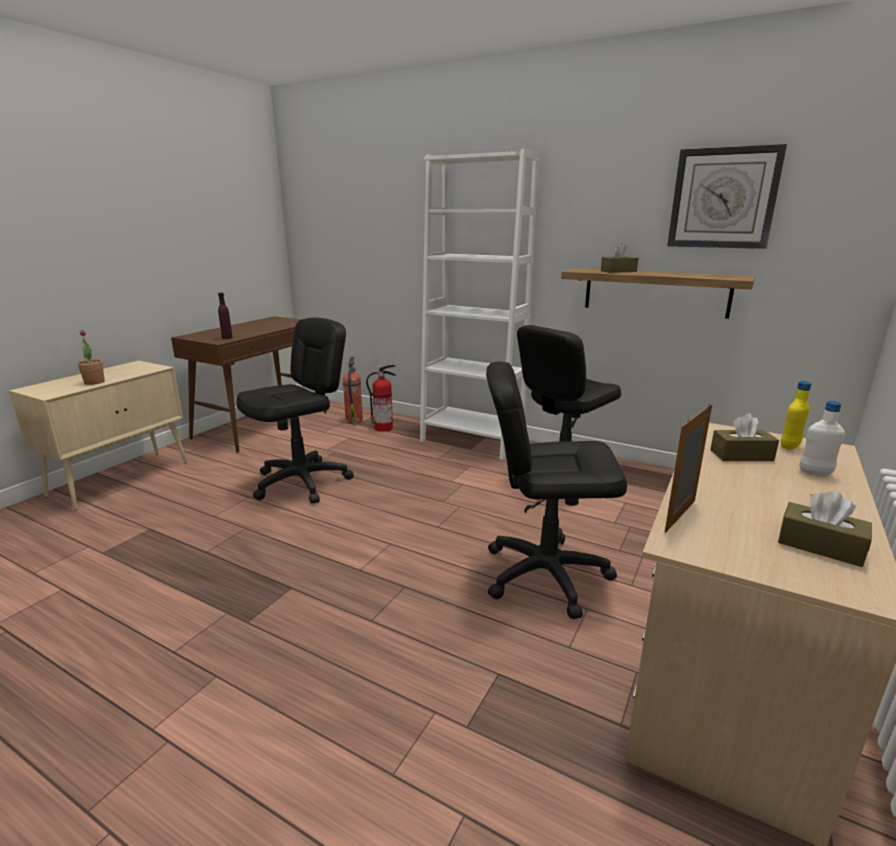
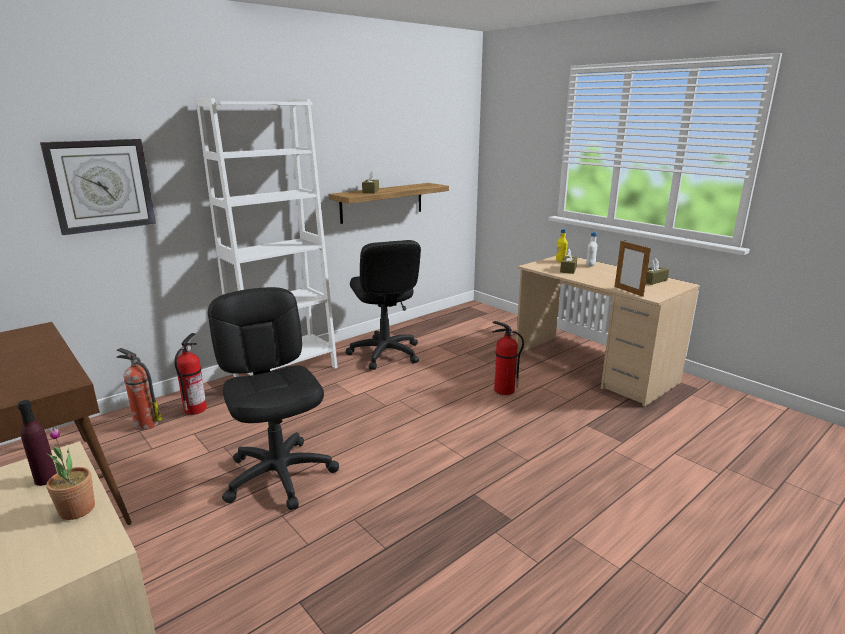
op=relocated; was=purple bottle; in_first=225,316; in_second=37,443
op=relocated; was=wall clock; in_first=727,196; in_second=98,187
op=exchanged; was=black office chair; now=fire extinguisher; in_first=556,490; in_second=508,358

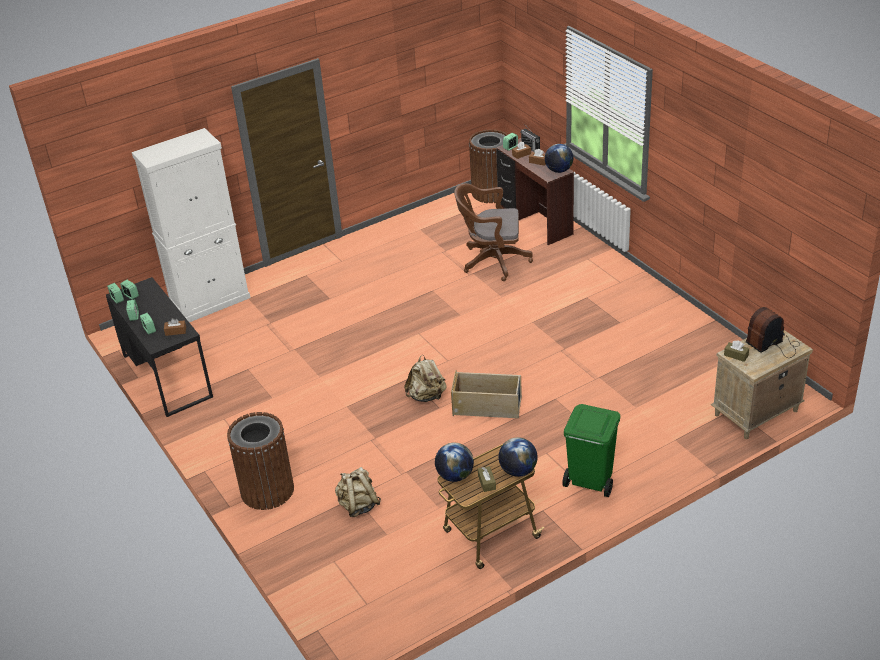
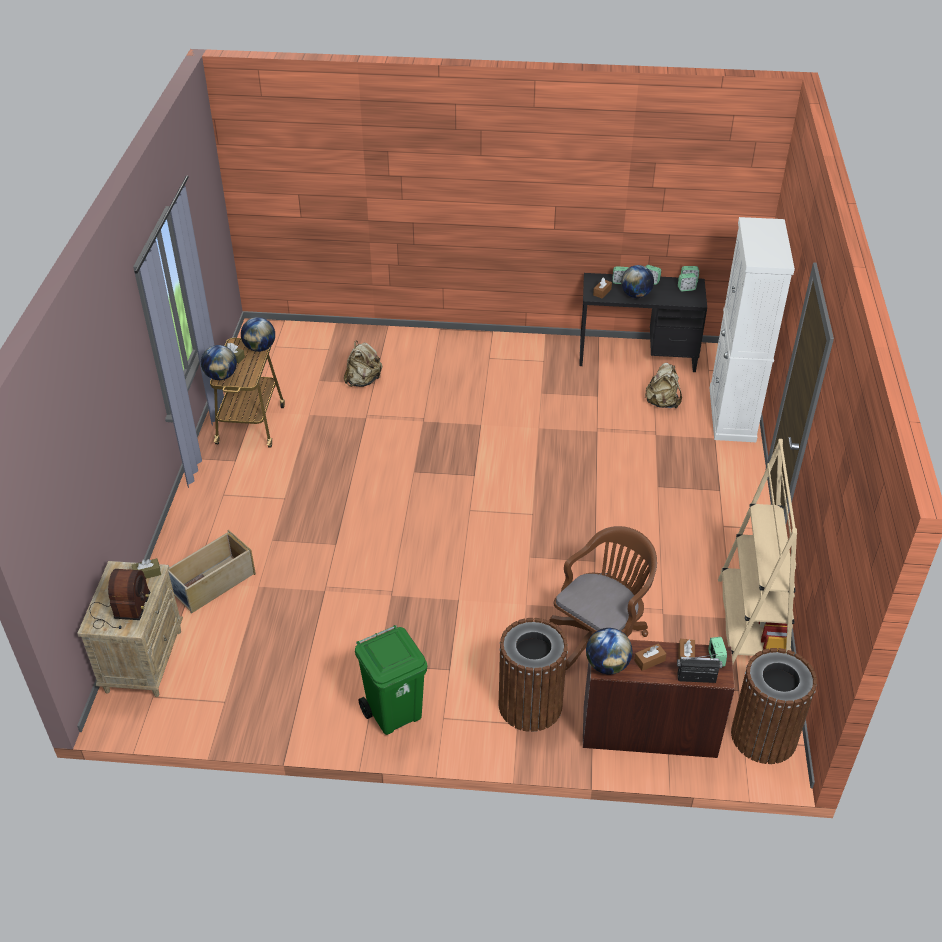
op=appeared; now=globe; in_second=637,281
op=appeared; now=beige bookcase; in_second=757,551
op=relocated; was=brown trash can; in_first=260,461; in_second=533,675
op=relocated; was=beige backpack; in_first=425,378; in_second=663,385
op=relocated; was=beige storage box; in_first=486,394; in_second=212,571
op=relocated; was=green trash can; in_first=591,450; in_second=391,680

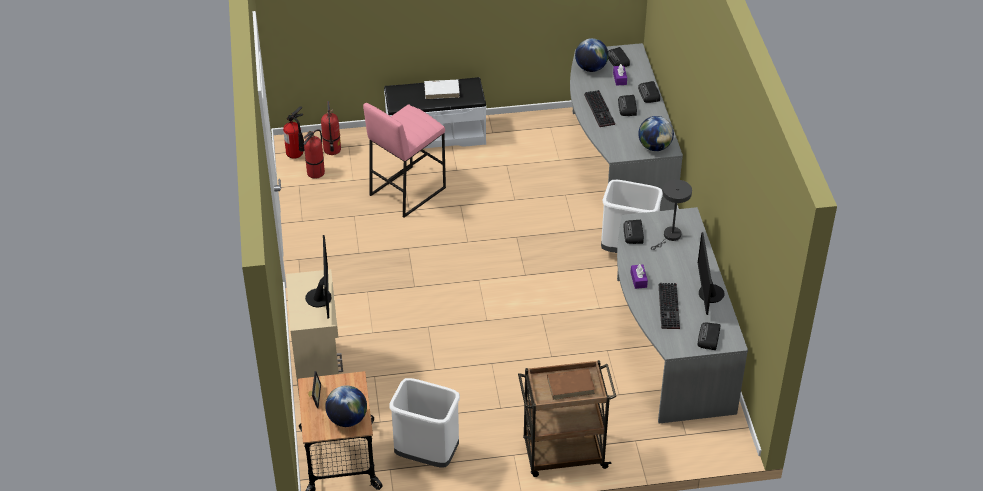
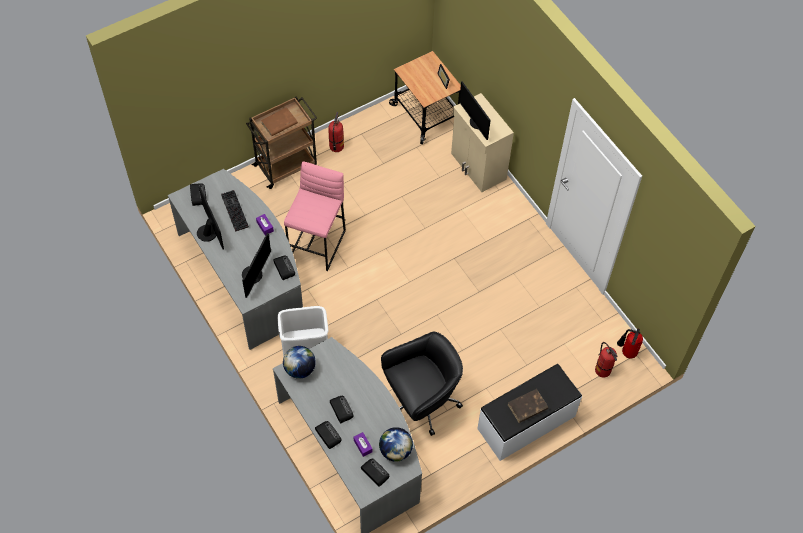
op=missing; was=globe; in_first=346,406
op=missing; was=white trash can; in_first=424,423
op=missing; was=keyboard; in_first=599,108
op=appeared; now=black office chair; in_second=422,384
op=relocated; was=fire extinguisher; in_first=314,154; in_second=336,132
op=relocated; was=pink stool; in_first=404,160; in_second=315,216
op=exchanged; was=grey table lamp; now=monitor; in_first=671,214; in_second=256,265
op=colour; was=white book; now=brown book; in_first=442,89; in_second=528,406

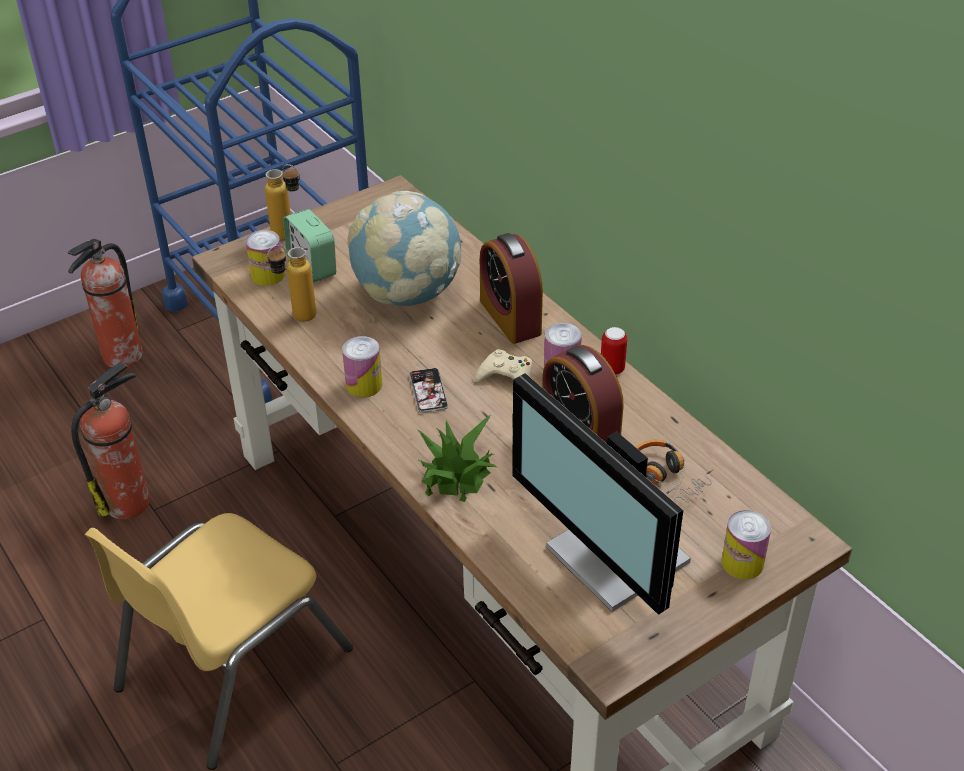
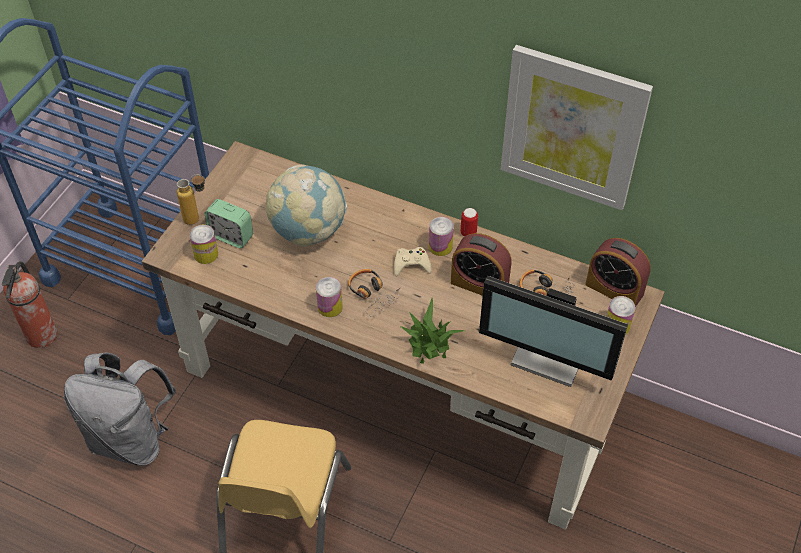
op=missing; was=bottle; in_first=291,283
op=appeared; now=picture; in_second=577,127
op=relocated; was=alarm clock; in_first=511,288; in_second=618,272
op=exchanged; was=fire extinguisher; now=grey backpack; in_first=110,440; in_second=120,408
op=exchanged; was=phone; now=headphones; in_first=429,390; in_second=374,292

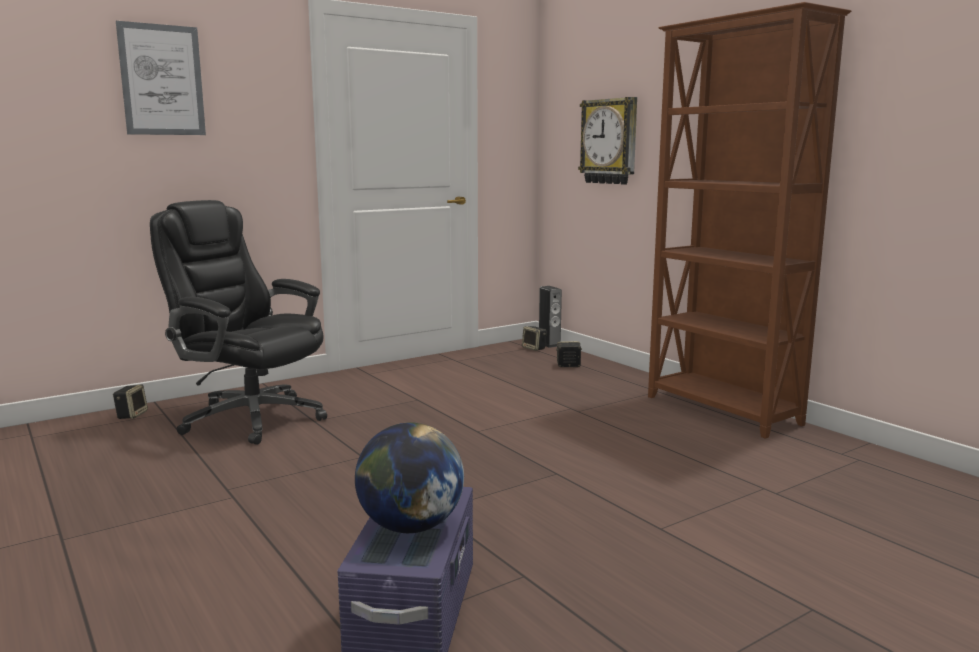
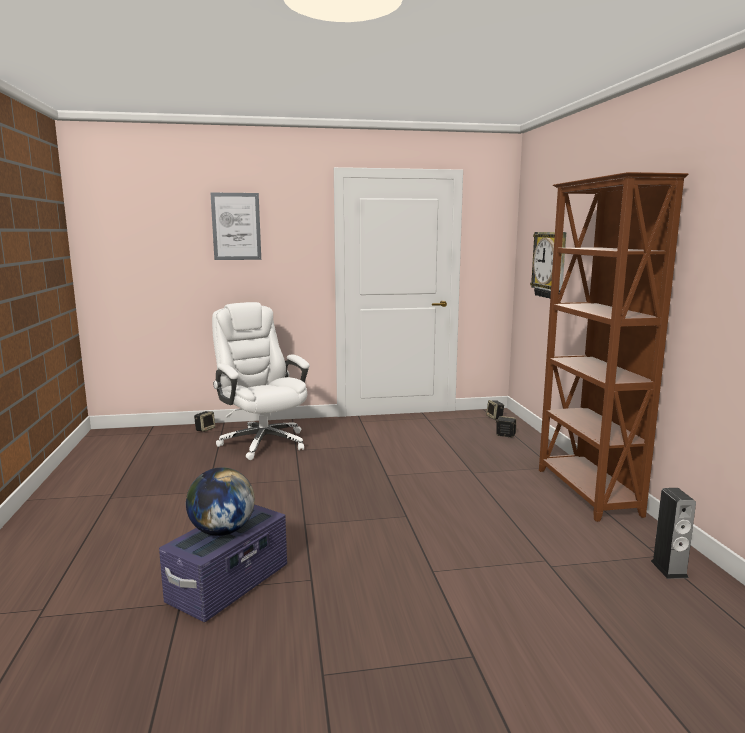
op=relocated; was=speaker; in_first=550,317; in_second=673,533
op=colour; was=black office chair; now=white office chair; in_first=238,322; in_second=261,381

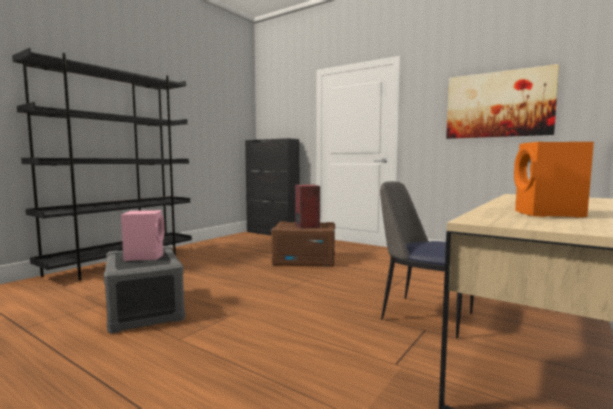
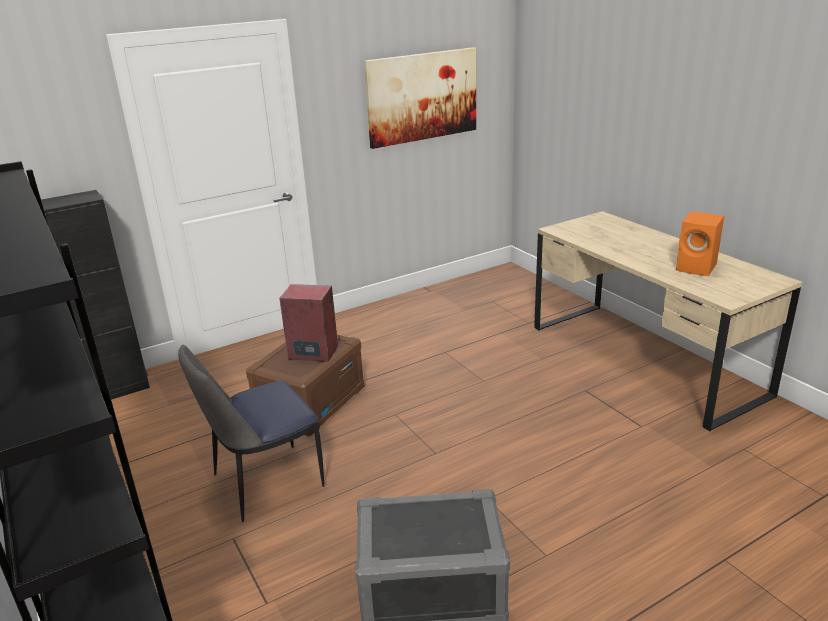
op=missing; was=pink speaker; in_first=143,235
op=relocated; was=chair; in_first=427,259; in_second=251,433

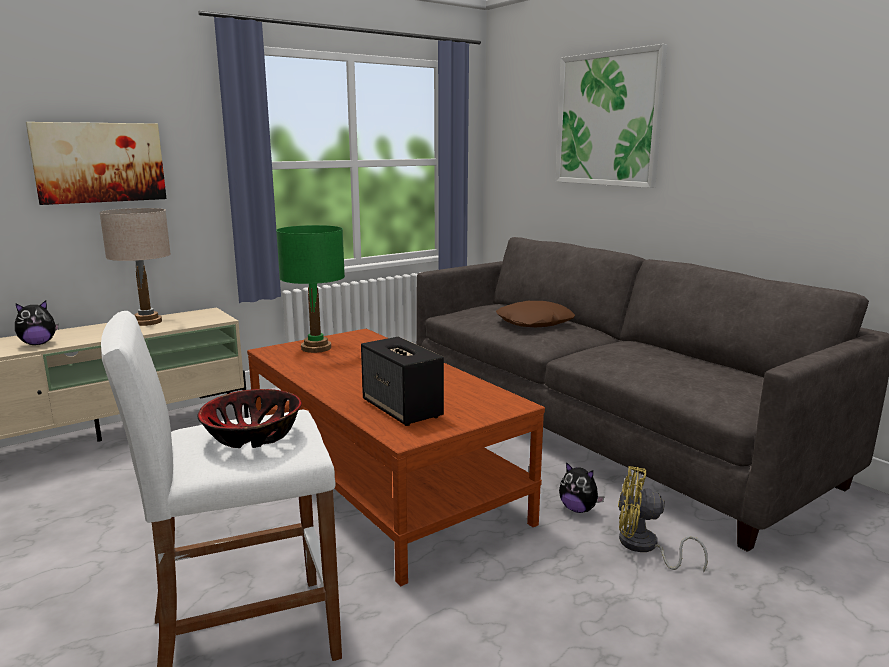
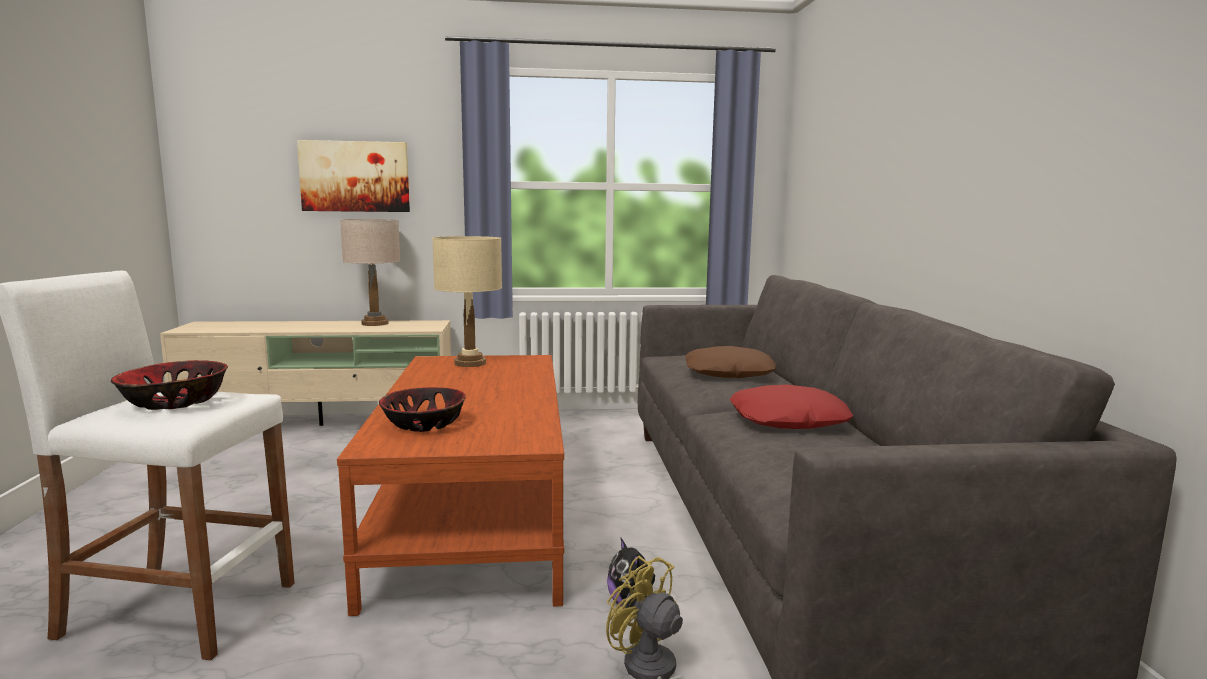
op=missing; was=plush toy; in_first=37,322
op=missing; was=picture; in_first=612,116
op=appeared; now=red pillow; in_second=791,406
op=exchanged; was=speaker; now=bowl; in_first=402,381; in_second=422,409
op=colour; was=green table lamp; now=beige table lamp; in_first=310,289; in_second=467,301

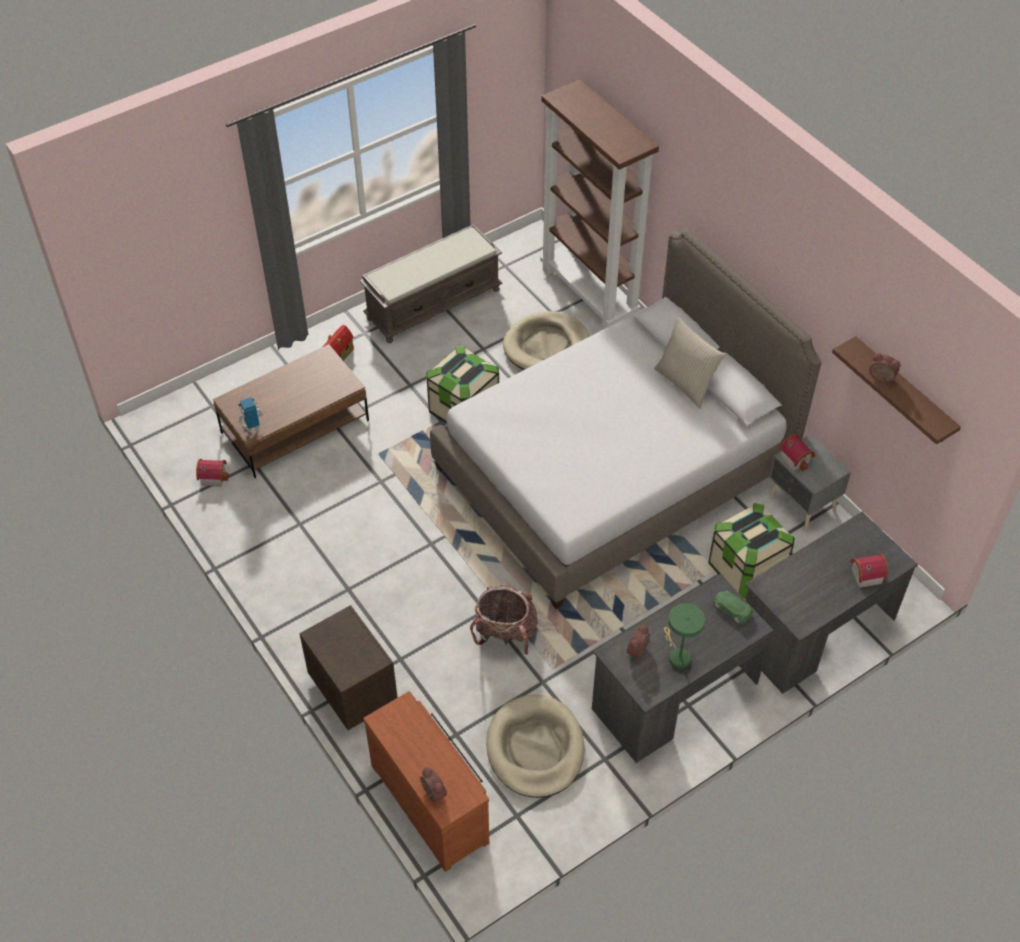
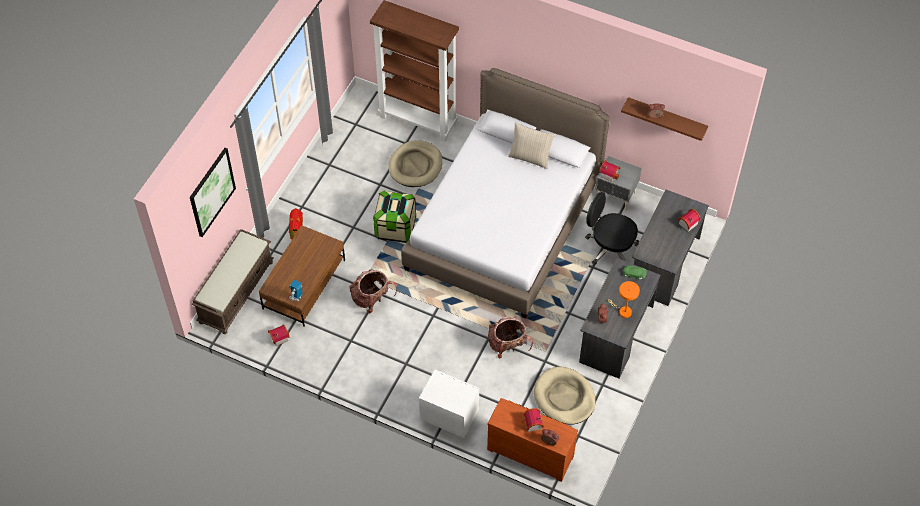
op=appeared; now=picture; in_second=213,192
op=appeared; now=backpack; in_second=373,291
op=appeared; now=toy house; in_second=532,420
op=relocated; was=brown bench; in_first=431,283; in_second=233,281
op=exchanged; was=storage box; now=black office chair; in_first=751,551; in_second=612,228
op=colour; was=brown nightstand; now=white nightstand; in_first=348,667; in_second=449,404
op=colour; was=green table lamp; now=orange table lamp; in_first=684,635; in_second=624,299

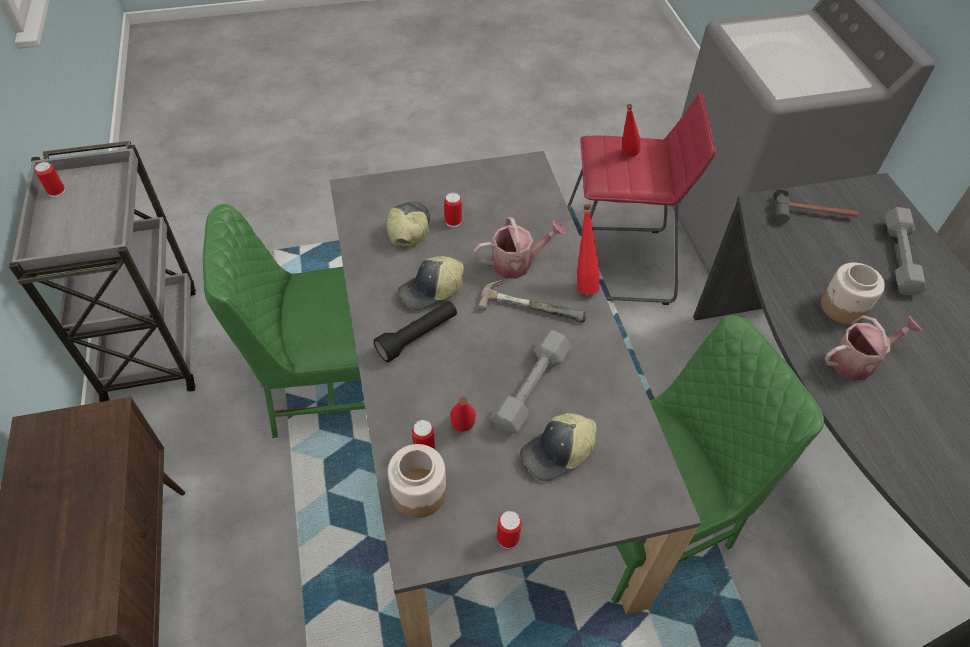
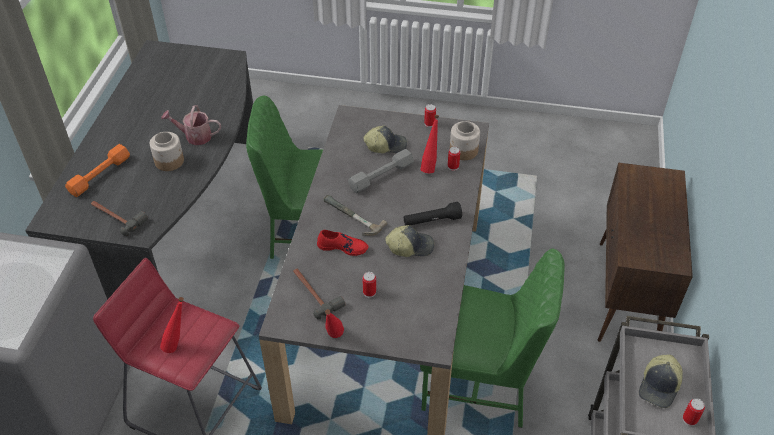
op=appeared; now=hammer; in_second=319,294
op=relocated; was=cap; in_first=408,224; in_second=661,381
op=relocated; was=red bottle; in_first=588,249; in_second=334,323
op=exchanged; was=watering can; now=red shoe; in_first=520,248; in_second=343,243
op=colour; was=grey dumbbell; now=orange dumbbell; in_first=905,251; in_second=97,170

